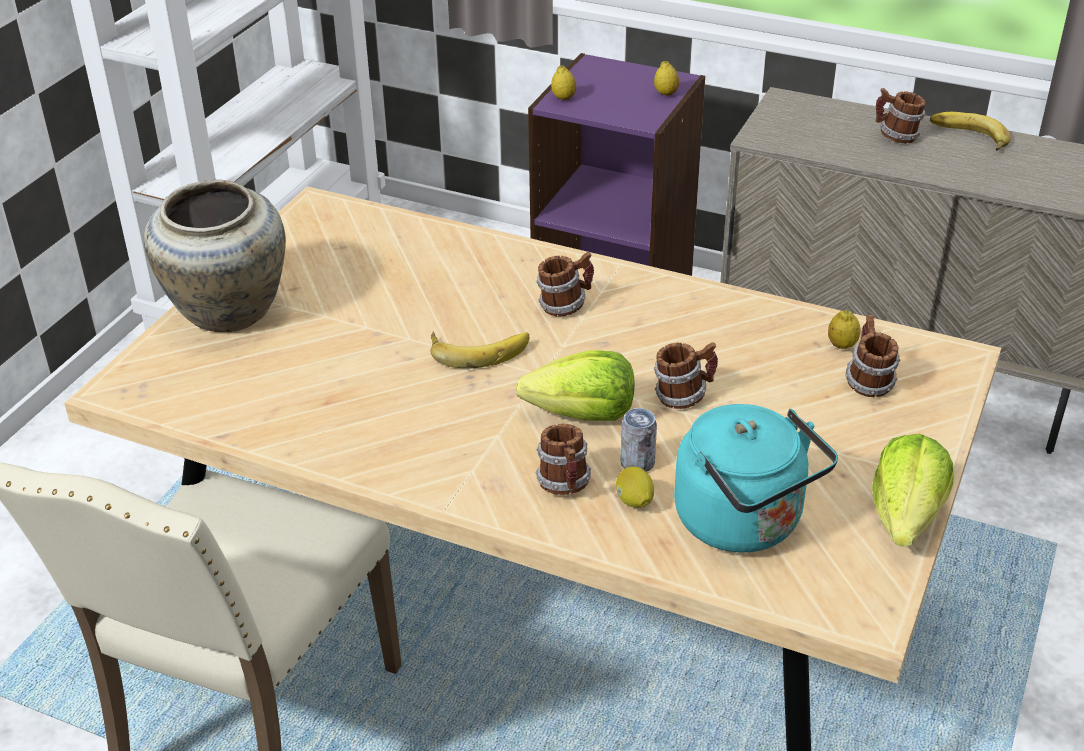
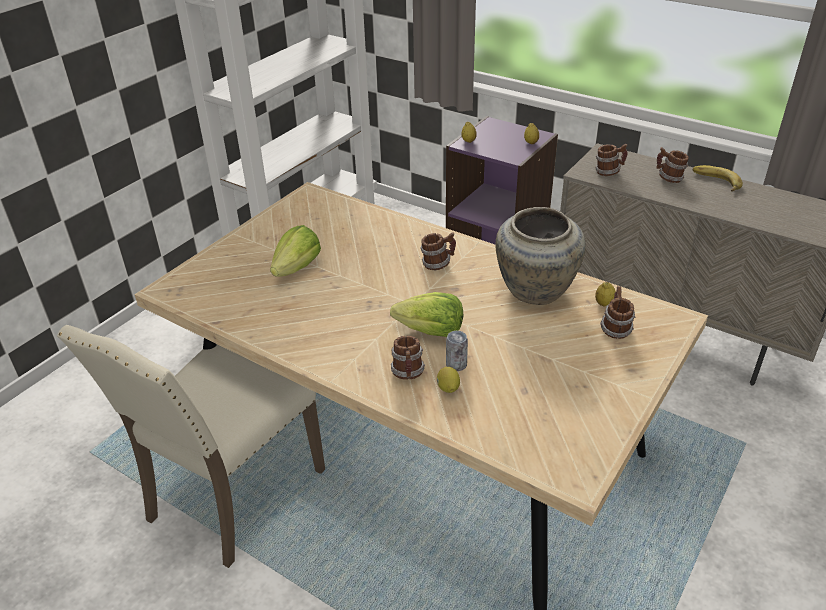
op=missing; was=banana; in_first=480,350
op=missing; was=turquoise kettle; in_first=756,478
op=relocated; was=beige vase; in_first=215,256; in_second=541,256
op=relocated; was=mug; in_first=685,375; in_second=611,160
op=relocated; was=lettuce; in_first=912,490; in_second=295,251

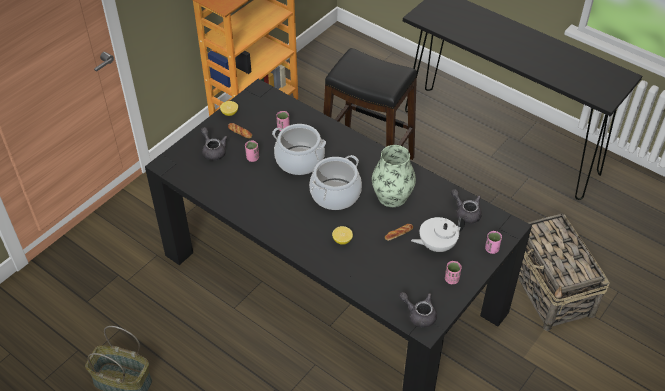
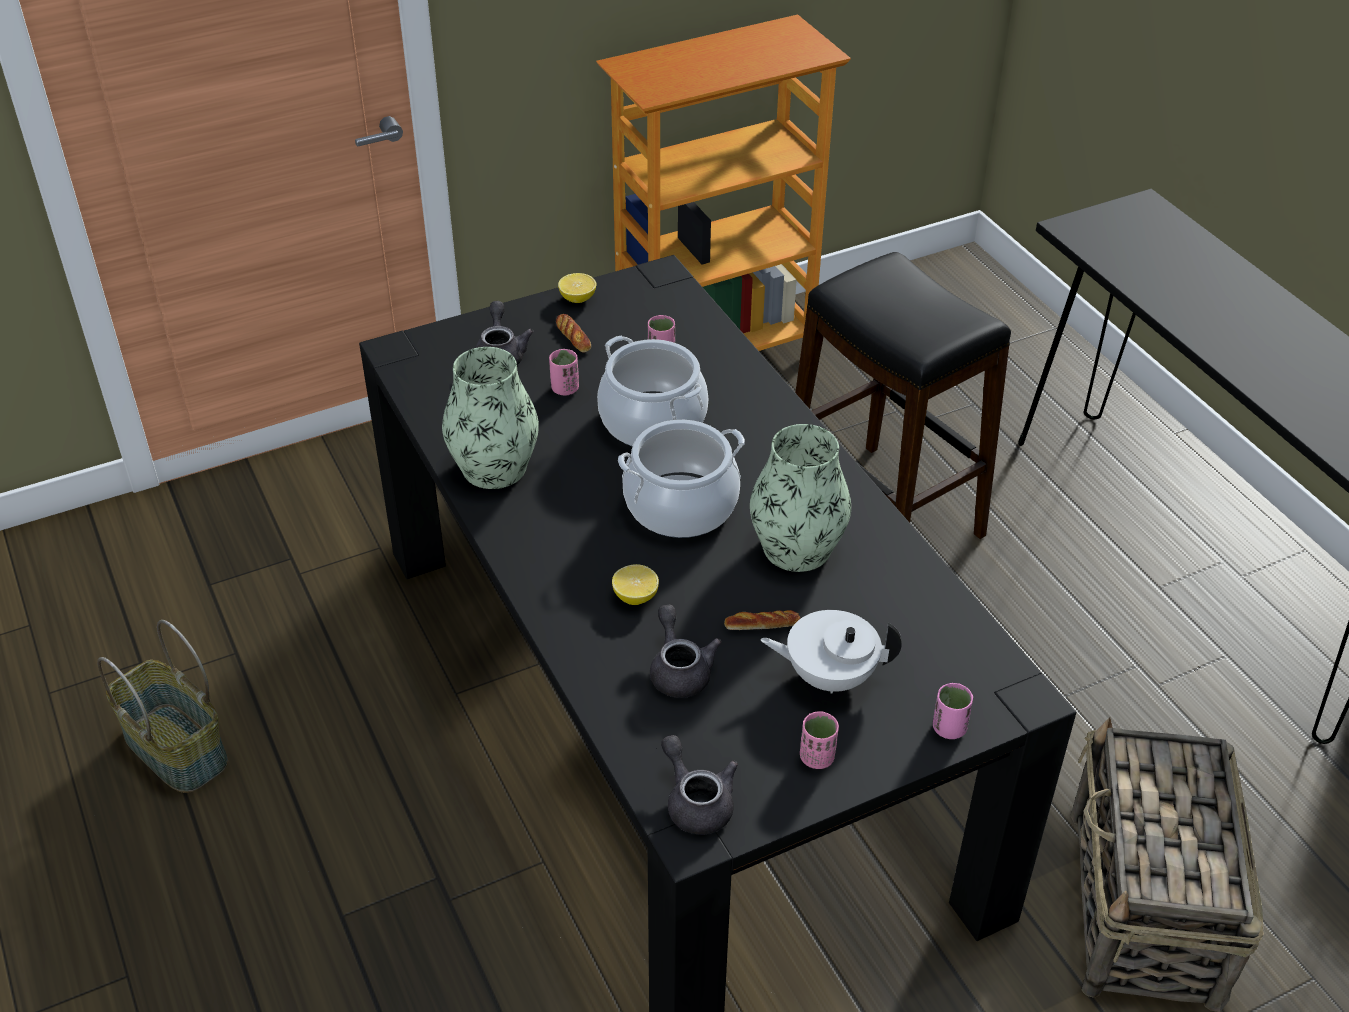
op=appeared; now=vase; in_second=490,418
op=relocated; was=grey teapot; in_first=466,206; in_second=686,651

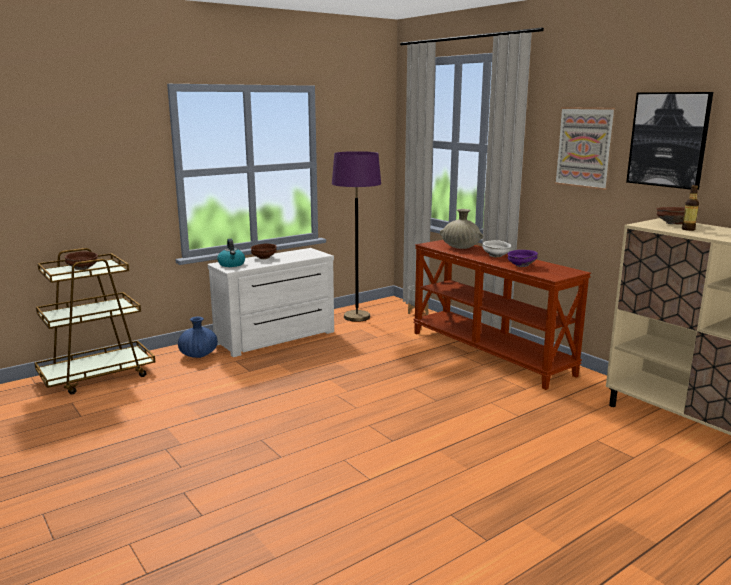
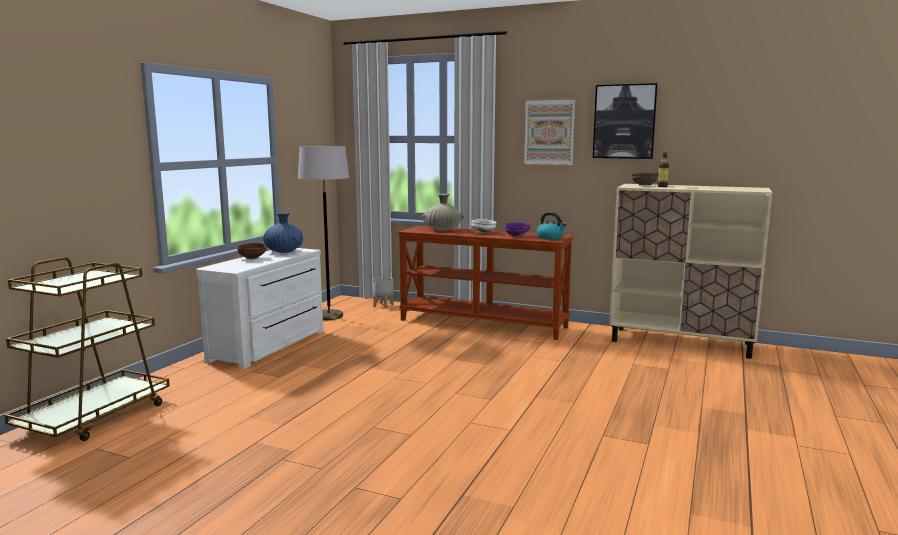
op=missing; was=brown bowl; in_first=81,260
op=relocated; was=blue vase; in_first=198,337; in_second=283,232
op=relocated; was=kettle; in_first=231,253; in_second=551,226
op=colour; was=purple floor lamp; now=grey floor lamp; in_first=356,236; in_second=323,233

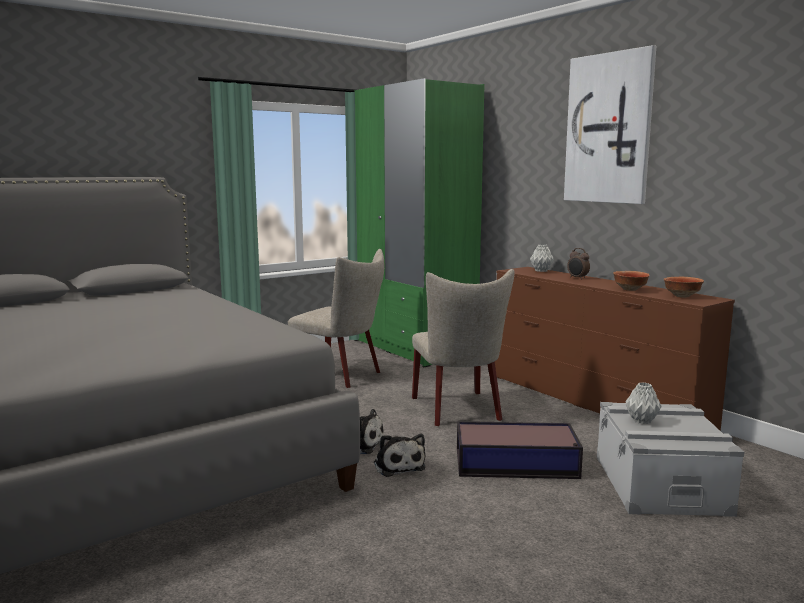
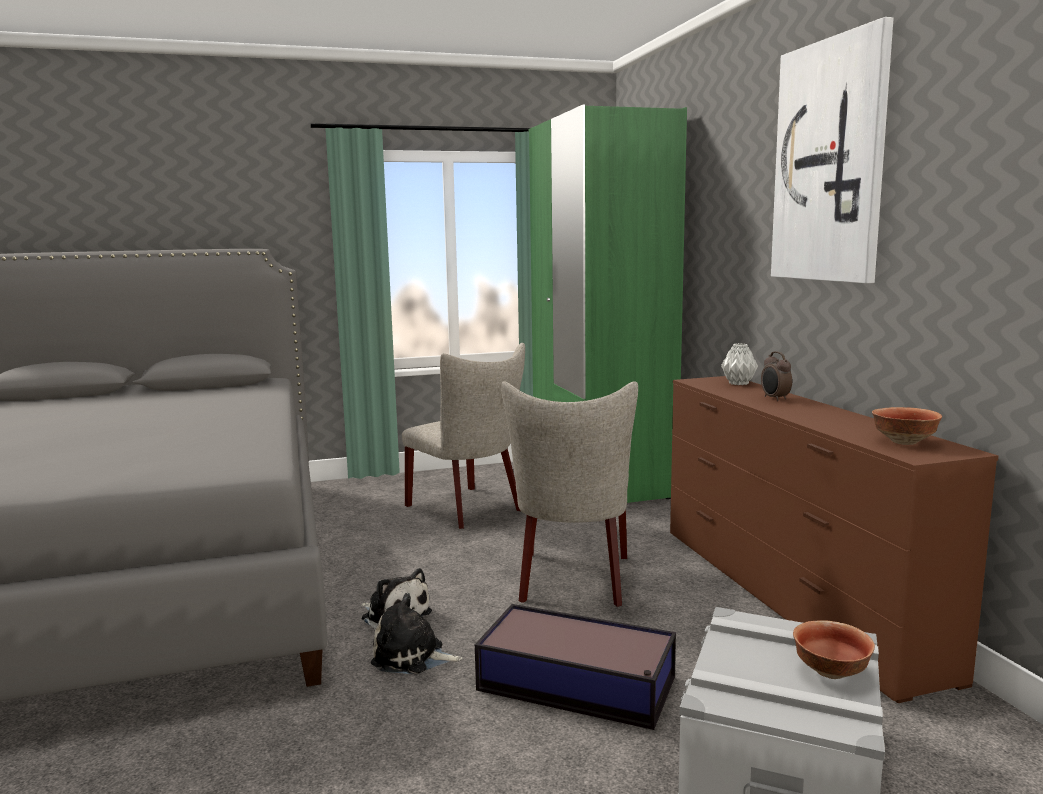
op=missing; was=grey vase; in_first=643,403
op=relocated; was=bowl; in_first=631,281; in_second=834,649
op=spun; was=plush toy; in_first=400,455; in_second=417,633; clockwise=105

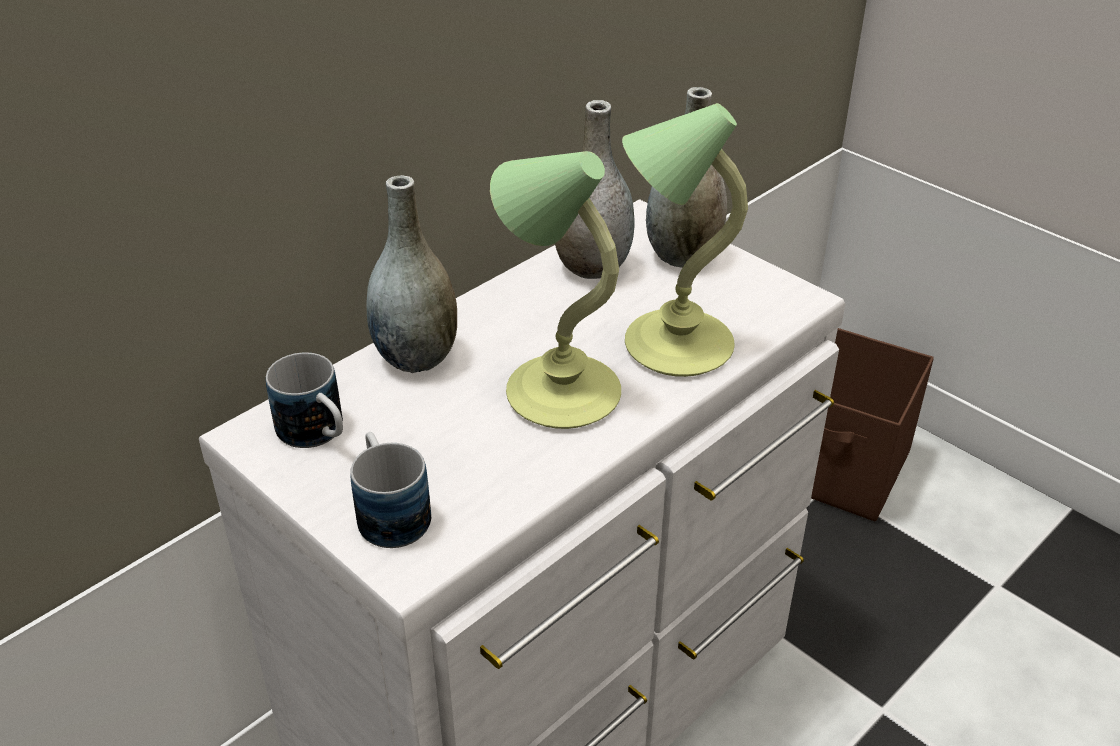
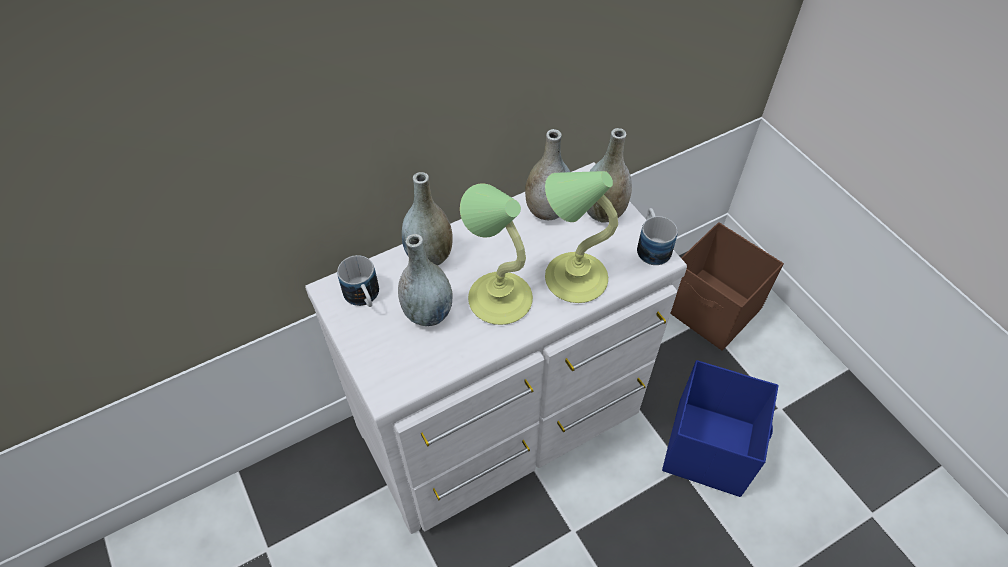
op=appeared; now=grey vase; in_second=425,280
op=appeared; now=blue storage box; in_second=720,428
op=relocated; was=mug; in_first=390,490; in_second=657,236

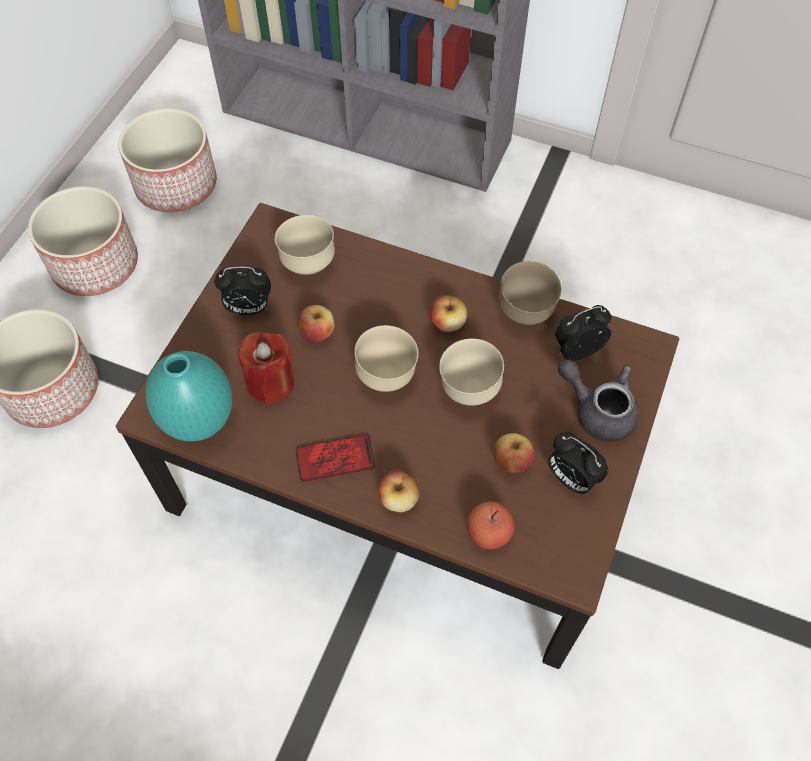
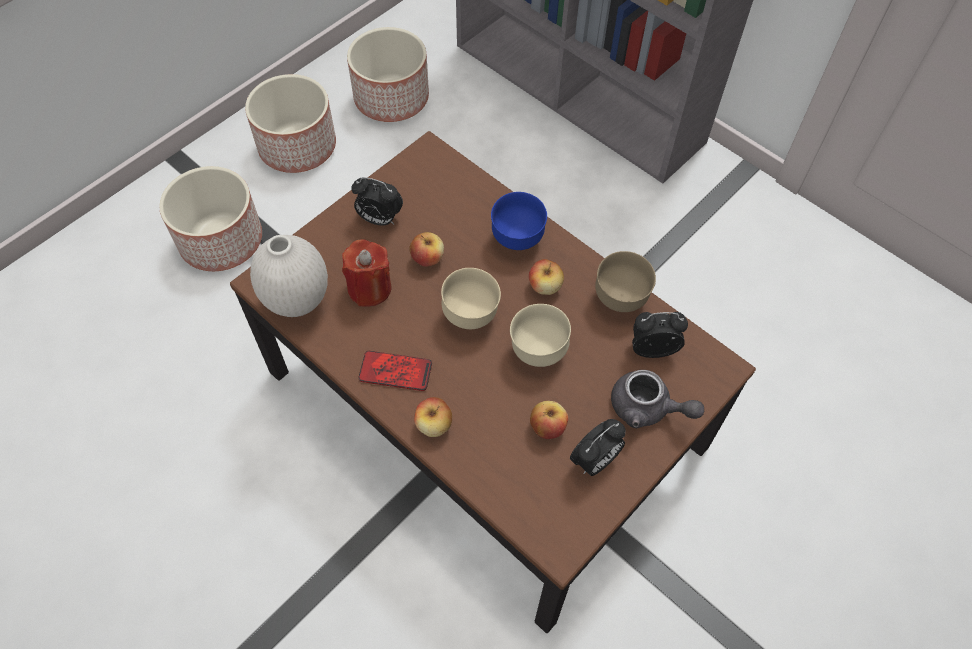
op=missing; was=beige bowl; in_first=305,245
op=missing; was=apple; in_first=490,525
op=appeared; now=blue bowl; in_second=519,221
op=colour; was=turquoise vase; now=white vase; in_first=188,396; in_second=289,276
op=spun; was=alarm clock; in_first=578,463; in_second=598,447; clockwise=-105
op=spun; was=grey teapot; in_first=598,401; in_second=657,399; clockwise=150

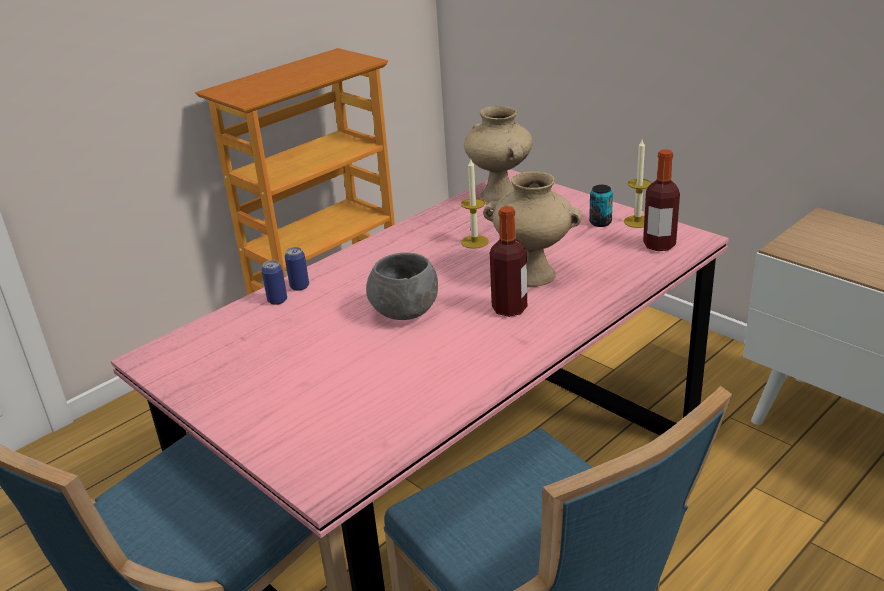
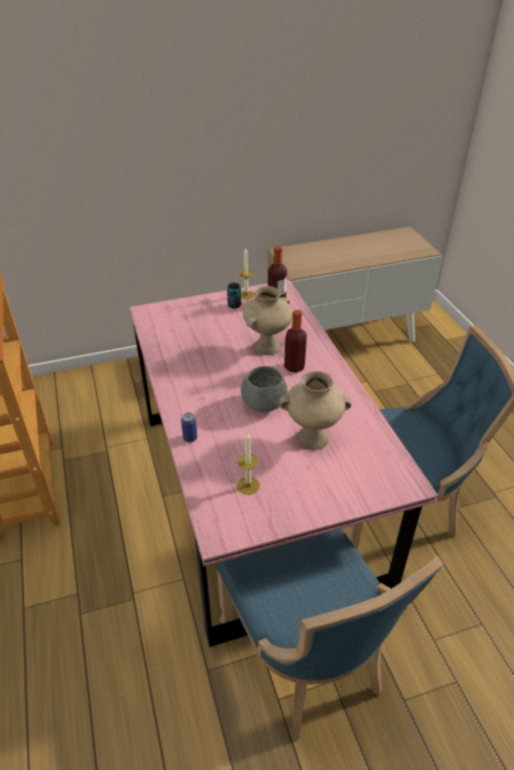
op=missing; was=can; in_first=274,282
op=relocated; was=candle; in_first=475,204; in_second=248,463
op=relocated; was=beige vase; in_first=498,154; in_second=315,410

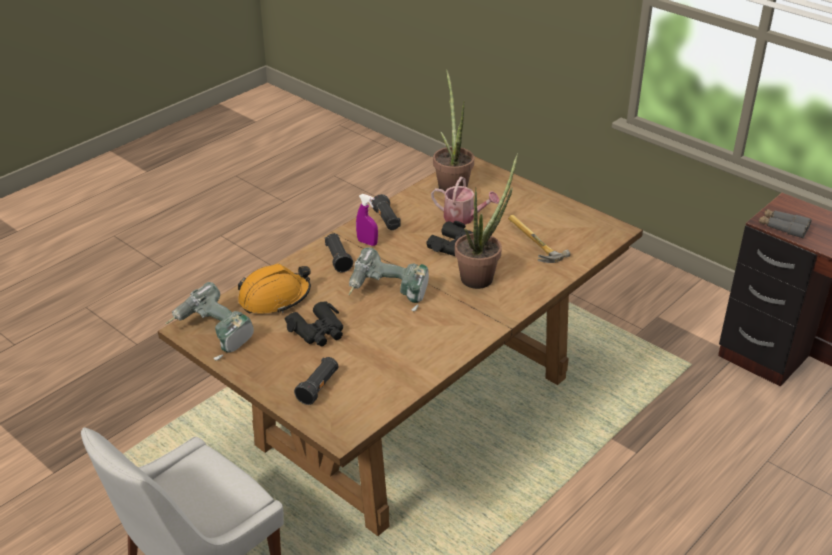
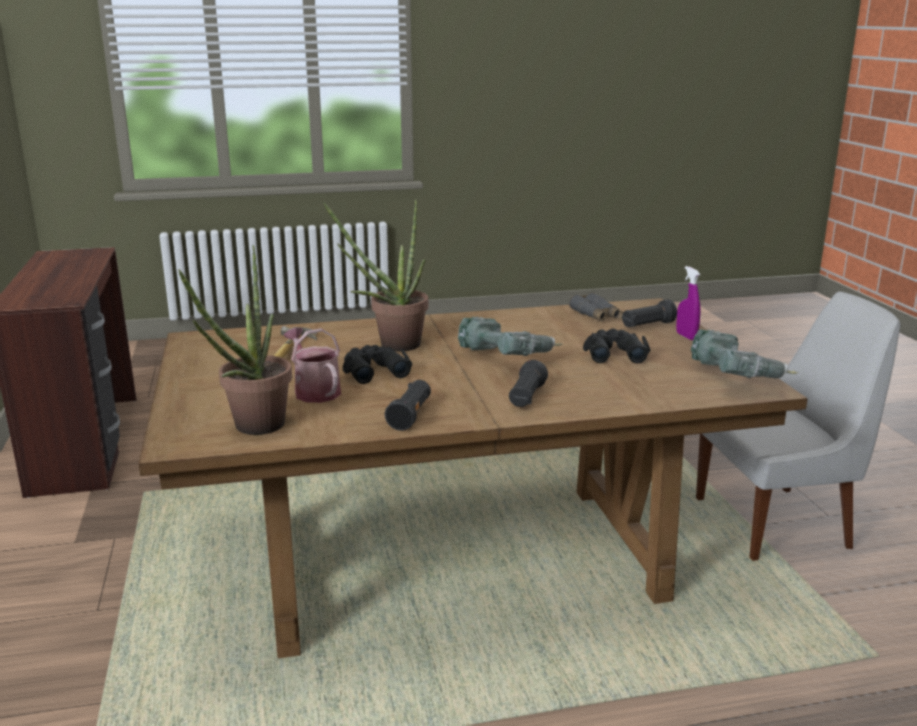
op=missing; was=orange hard hat; in_first=274,289
op=relocated; was=purple spray bottle; in_first=367,220; in_second=688,303
op=relocated; was=grey binoculars; in_first=785,224; in_second=596,307

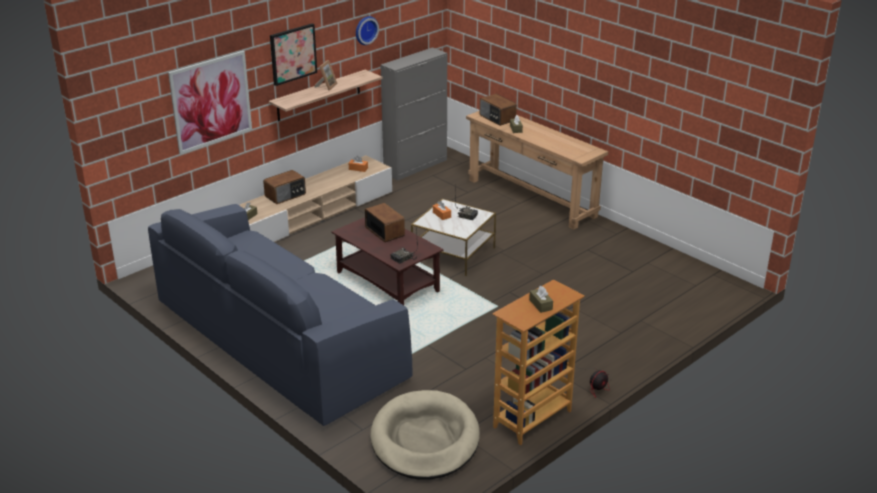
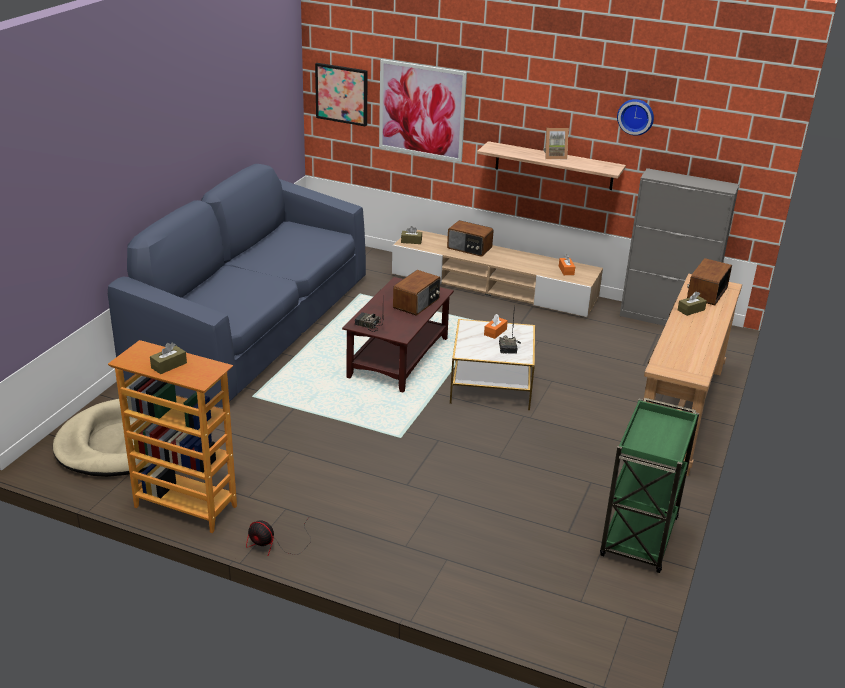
op=appeared; now=green cart; in_second=649,485
op=relocated; was=picture; in_first=293,54; in_second=341,95

